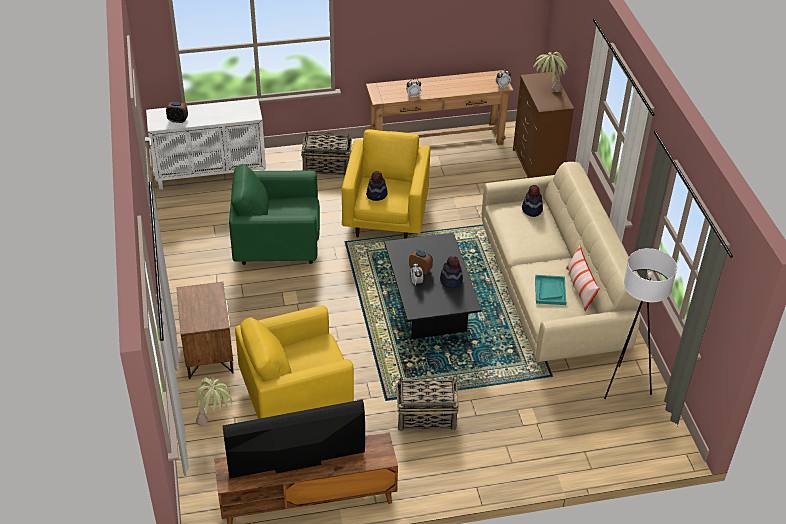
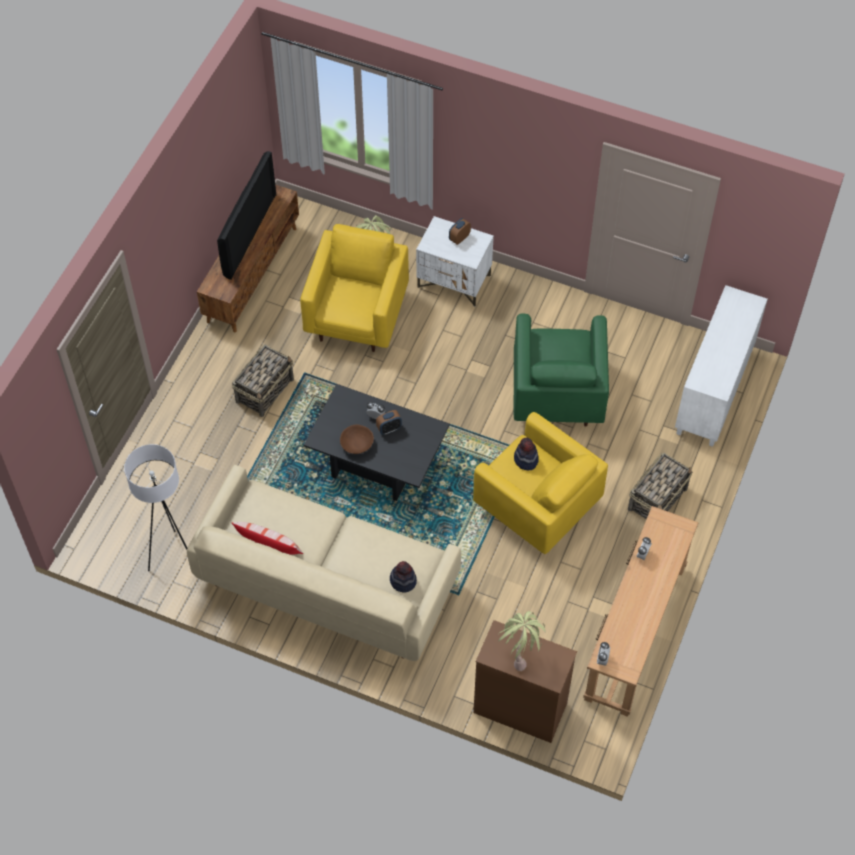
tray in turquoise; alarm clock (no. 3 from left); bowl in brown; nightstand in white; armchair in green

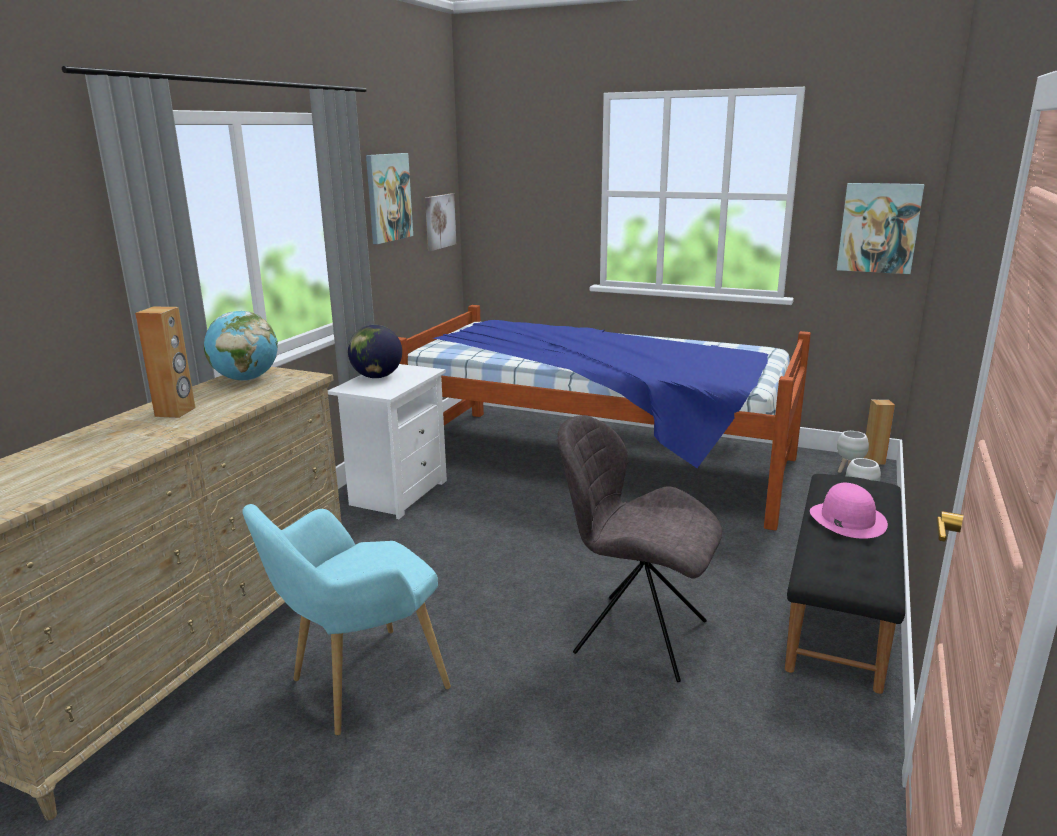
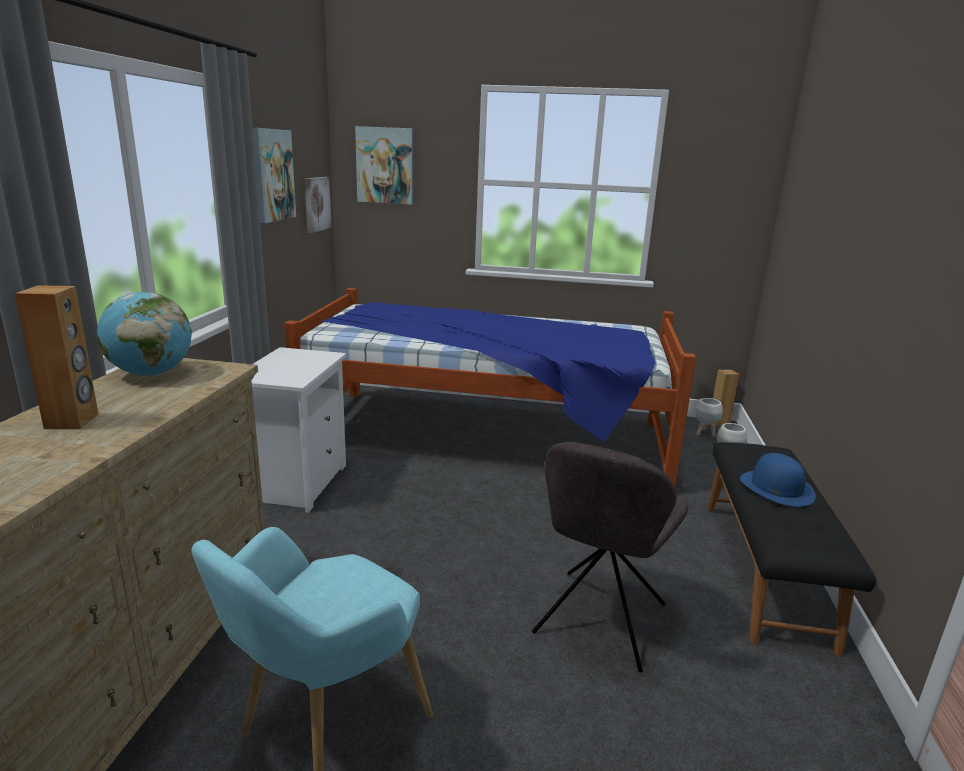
globe (no. 2 from left in the first image); picture (no. 3 from left); hat in blue; chair in grey

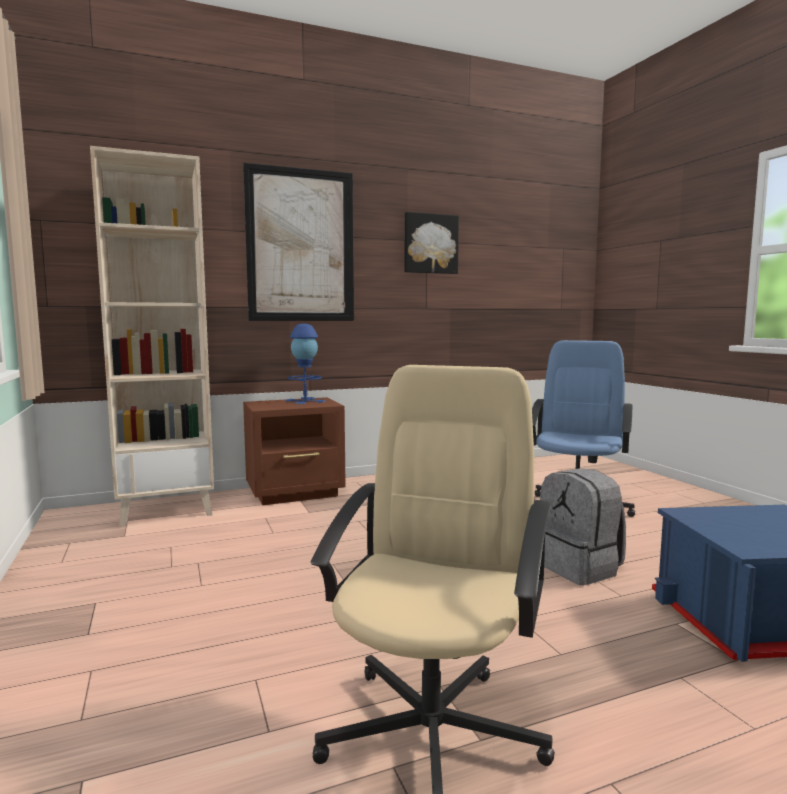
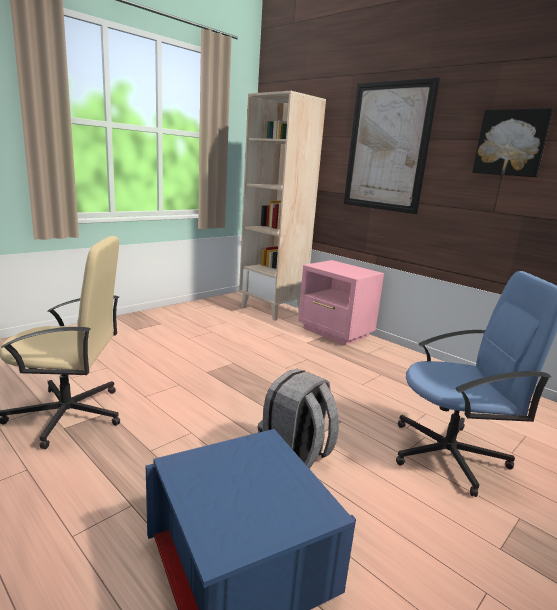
table lamp in blue; nightstand in pink

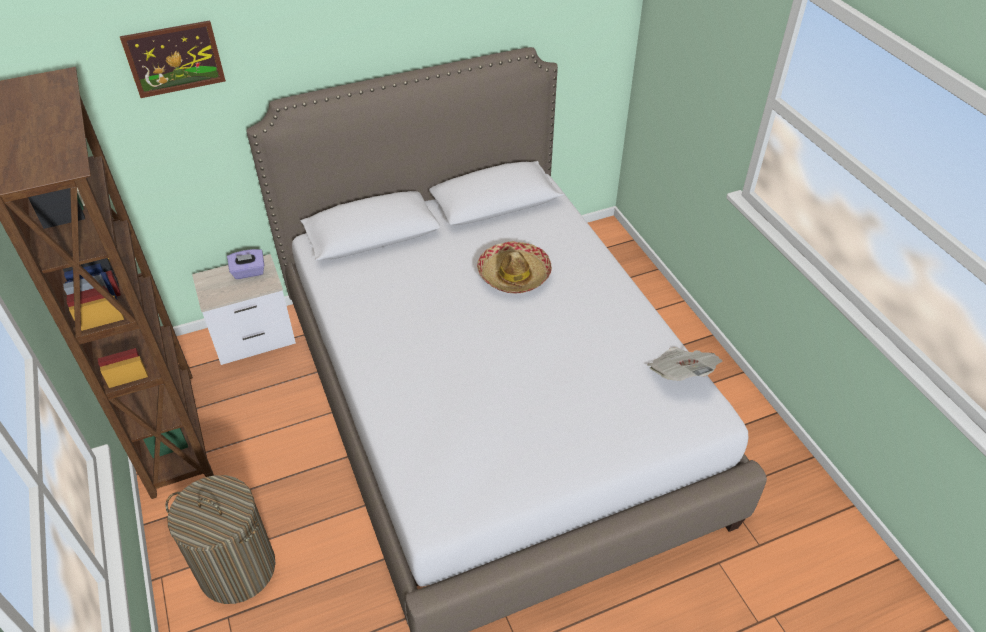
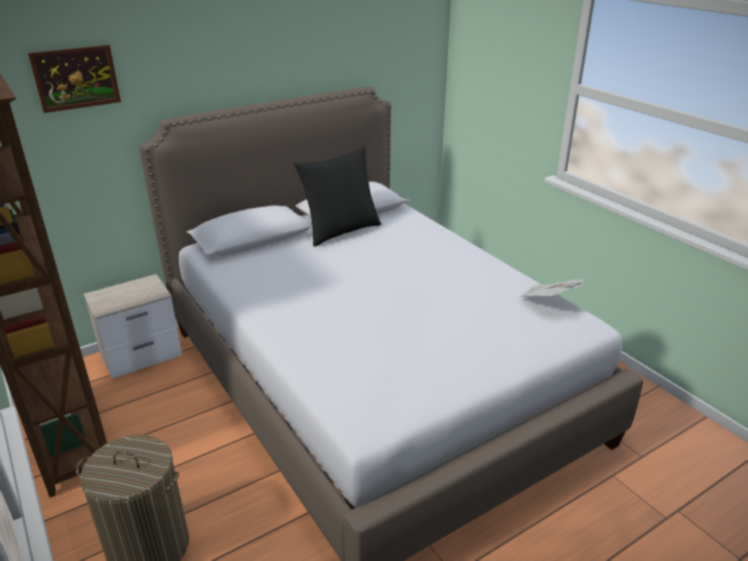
tissue box in purple; hat; pillow in black

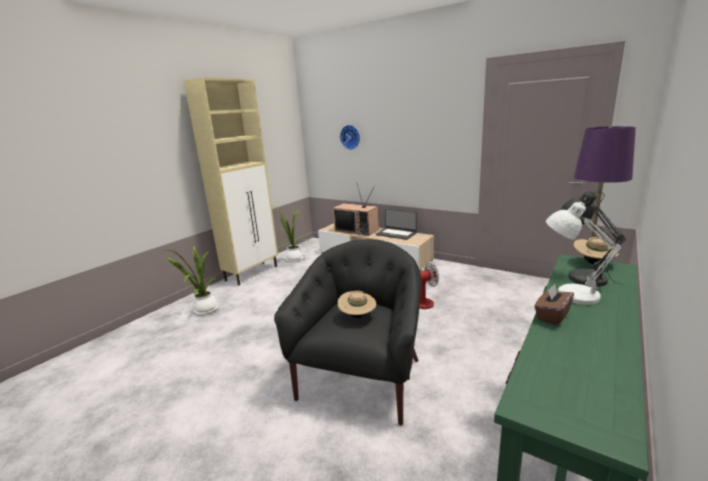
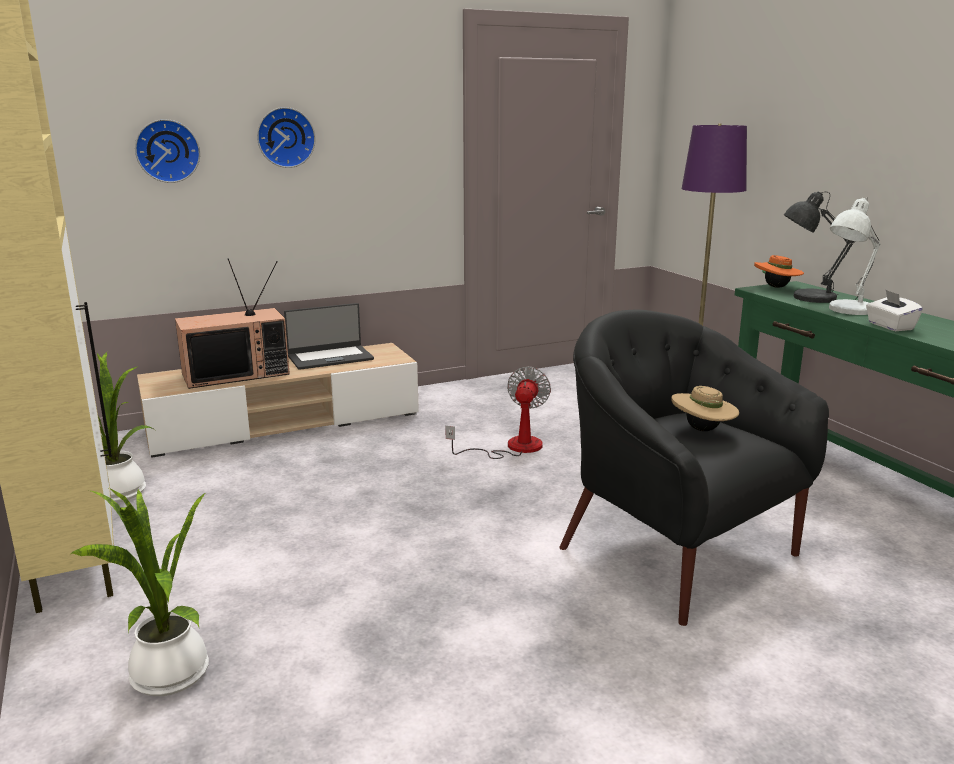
wall clock (no. 2 from left); tissue box in white; hat in orange

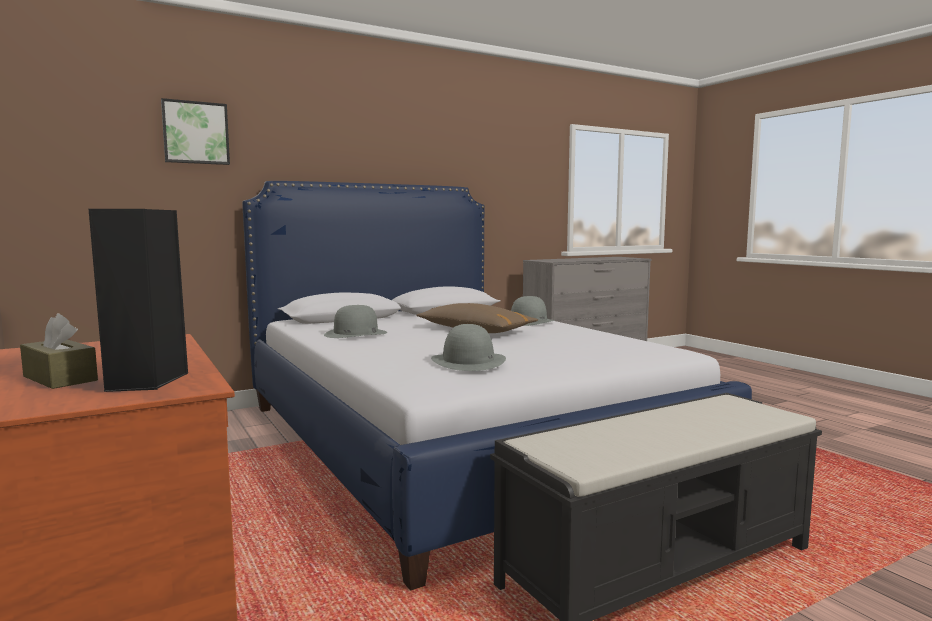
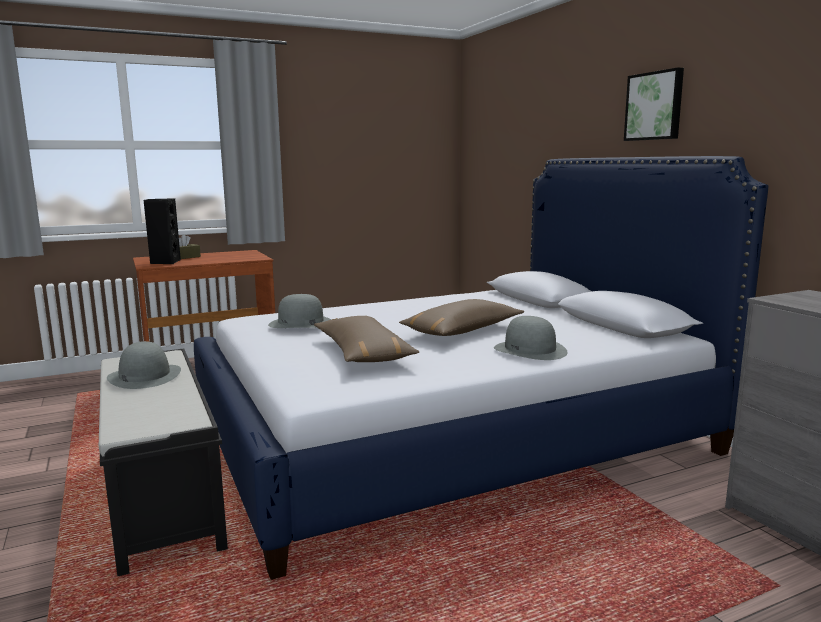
pillow in brown (no. 1 from left); picture; hat in grey (no. 1 from left)

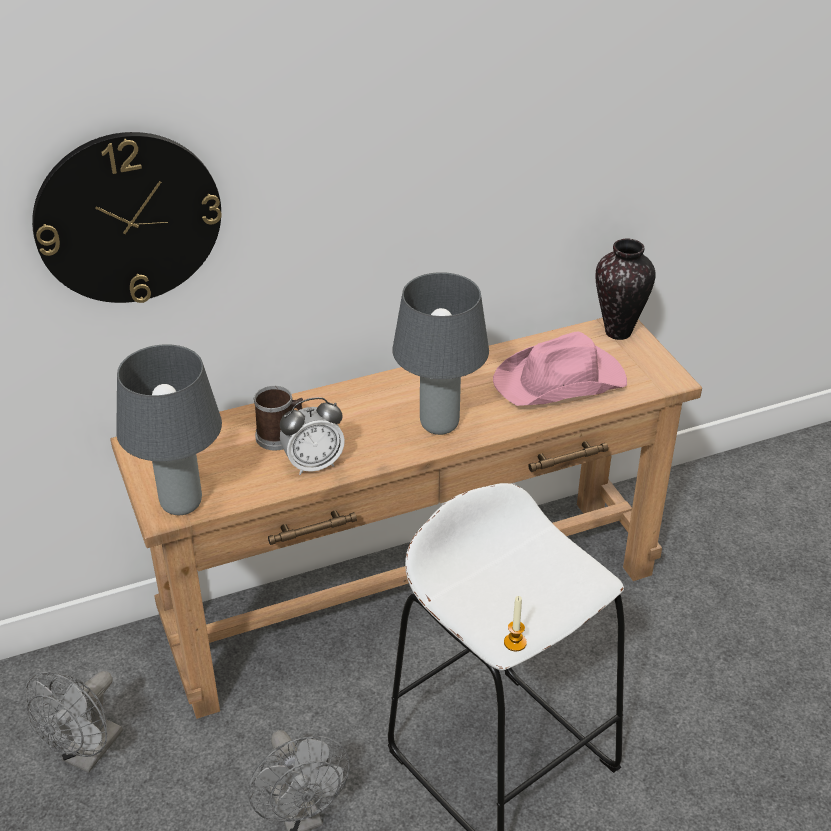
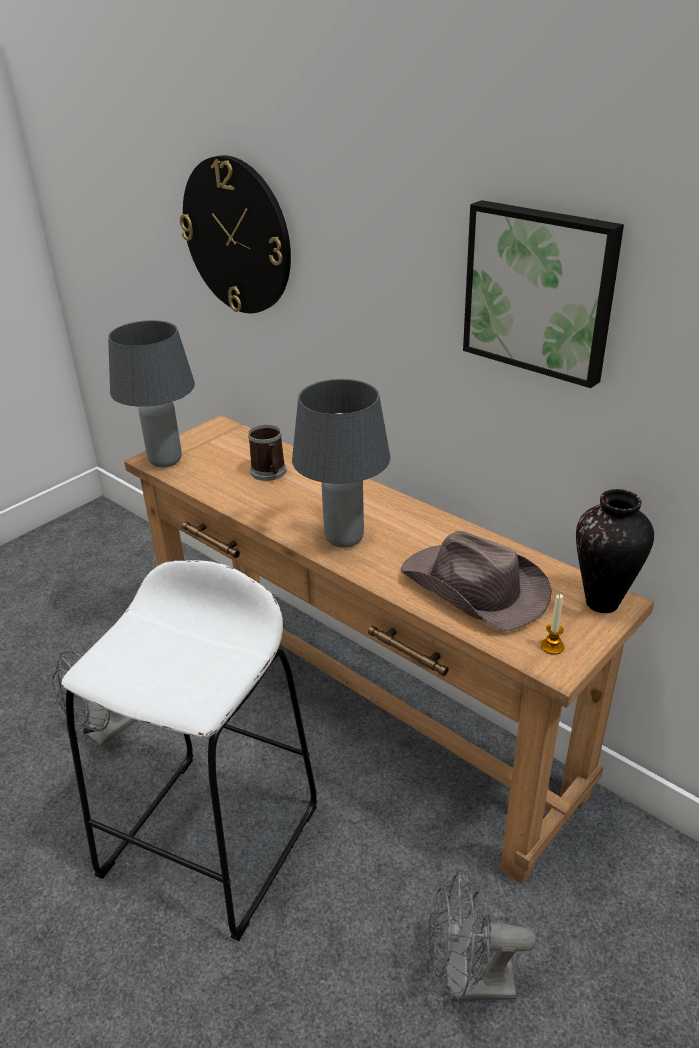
alarm clock; picture; fan in grey (no. 2 from left); candle; hat in brown

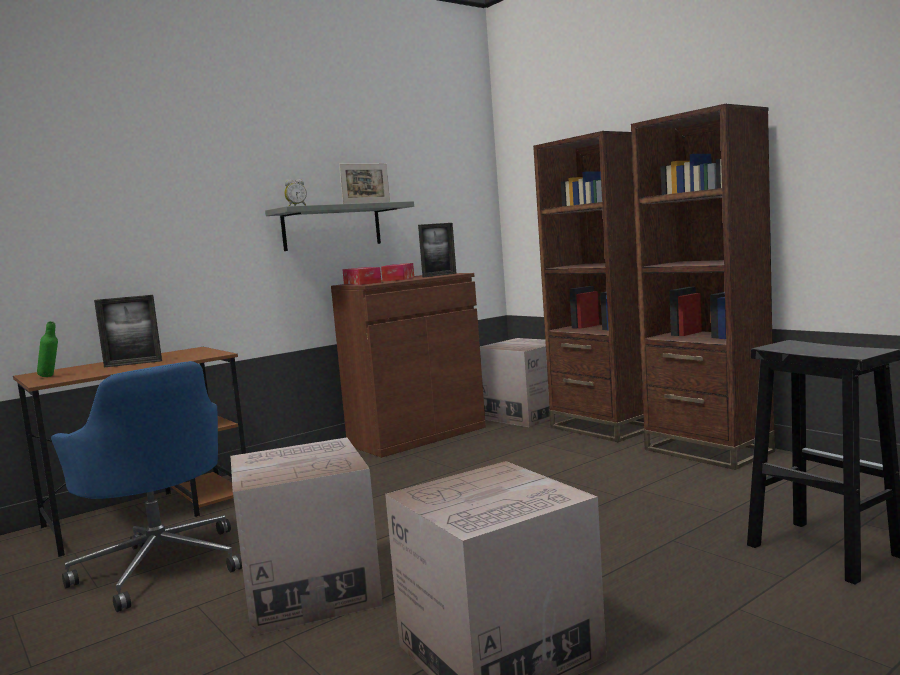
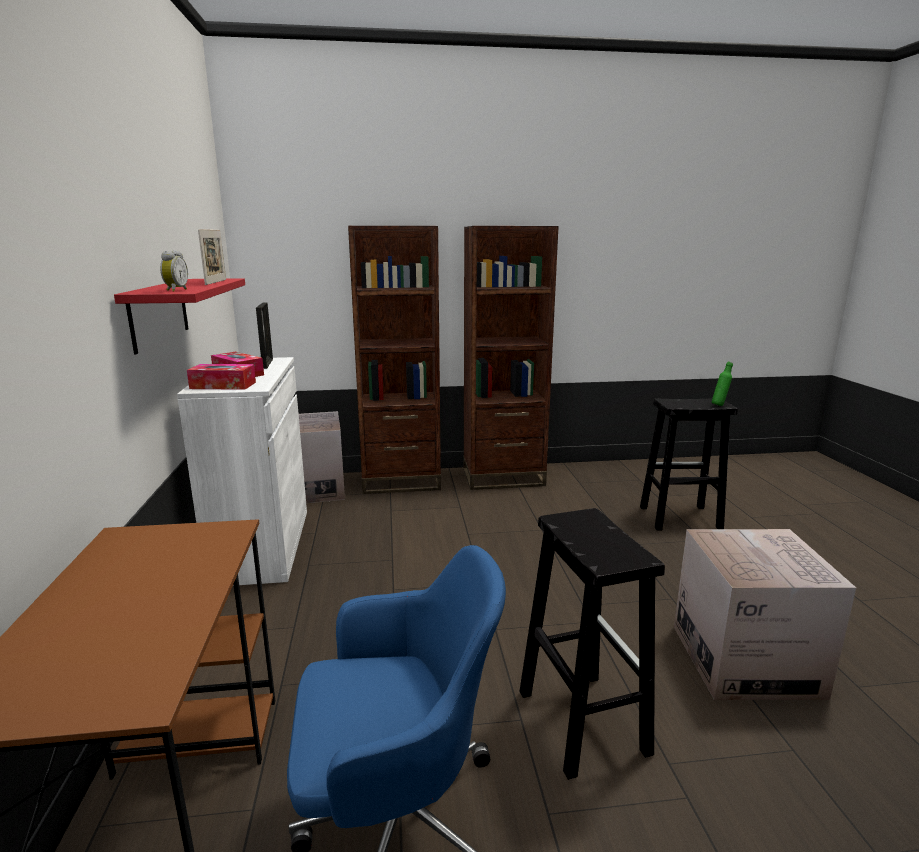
picture frame (no. 1 from left in the first image); bottle in green; stool in black (no. 1 from left); shelf in red; cabinet in white

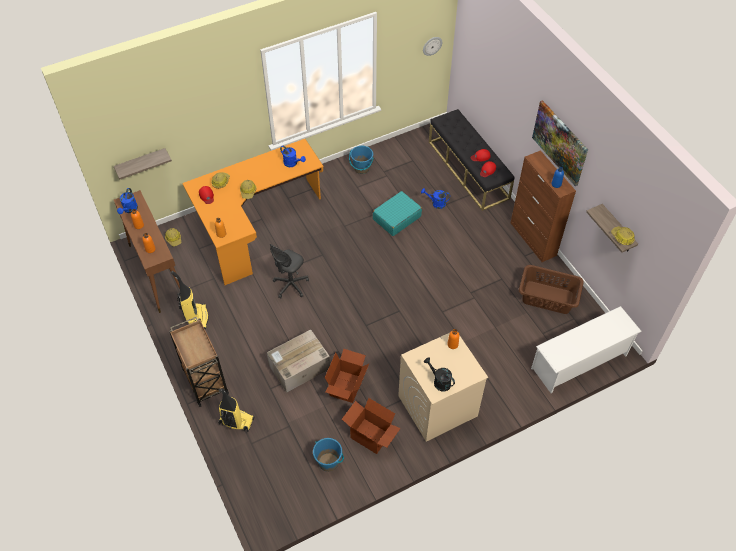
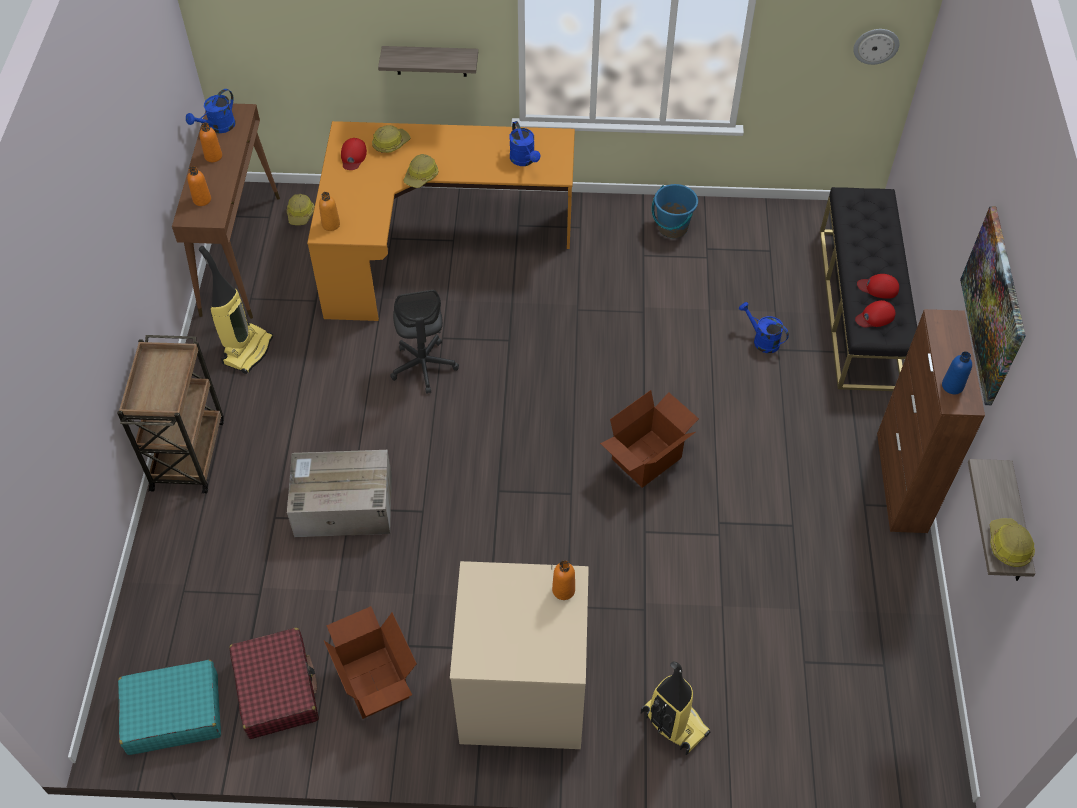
watering can in black; laundry basket in brown; shoe rack in white; shelf (no. 1 from left); vacuum cleaner (no. 2 from left); cardboard box (no. 3 from left); suitcase in turquoise; suitcase in red; office chair in grey

